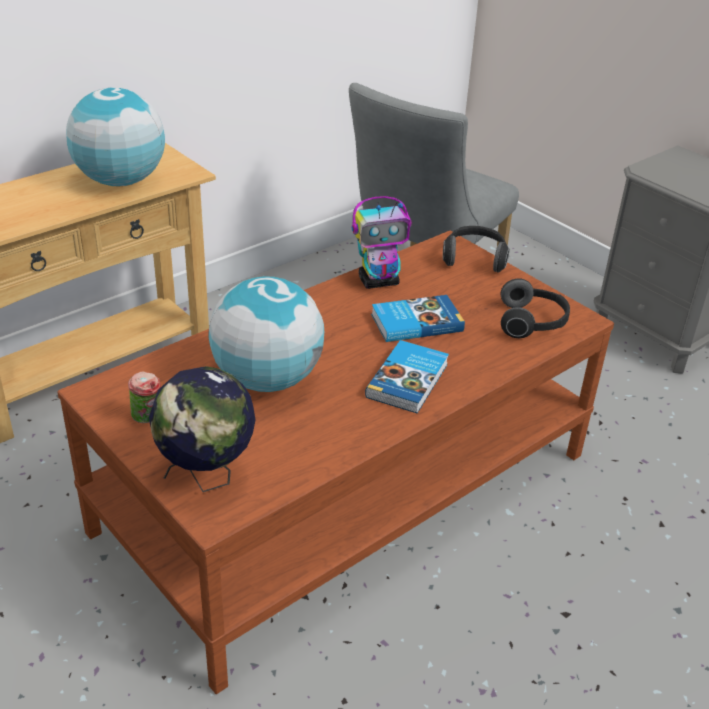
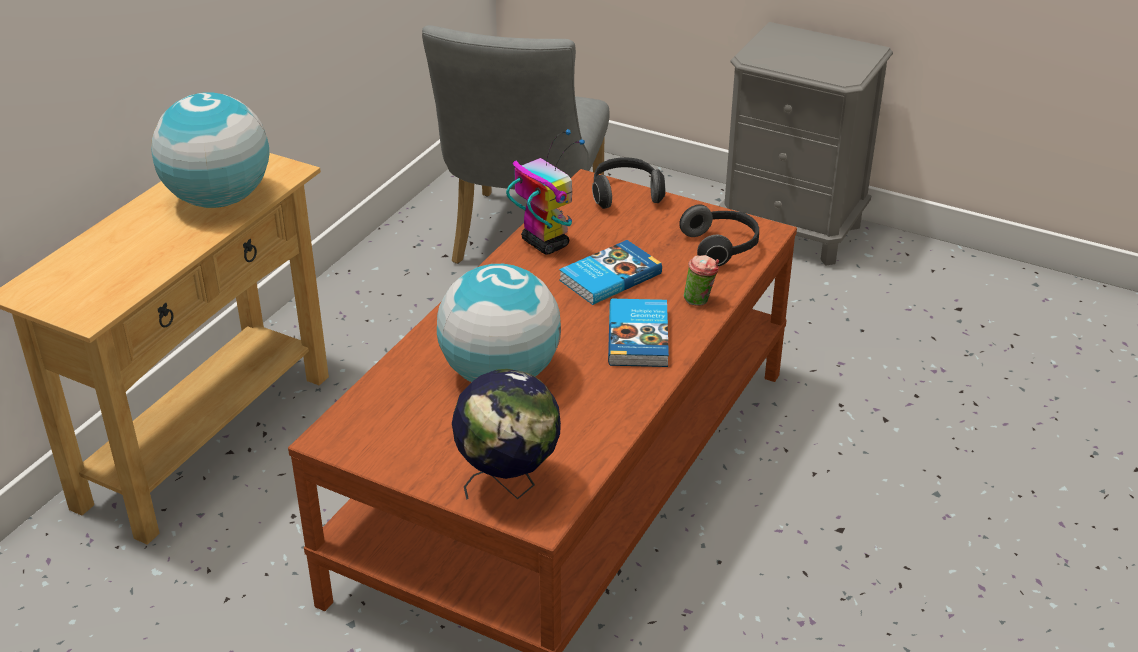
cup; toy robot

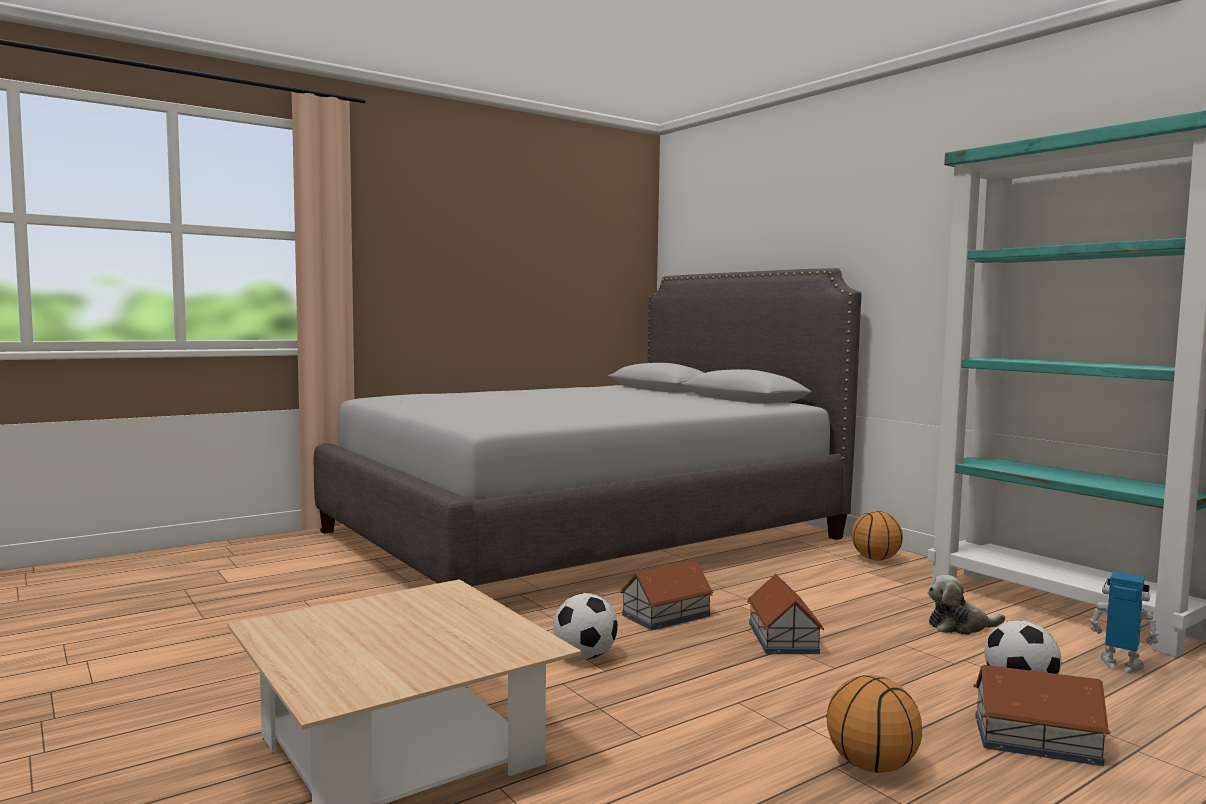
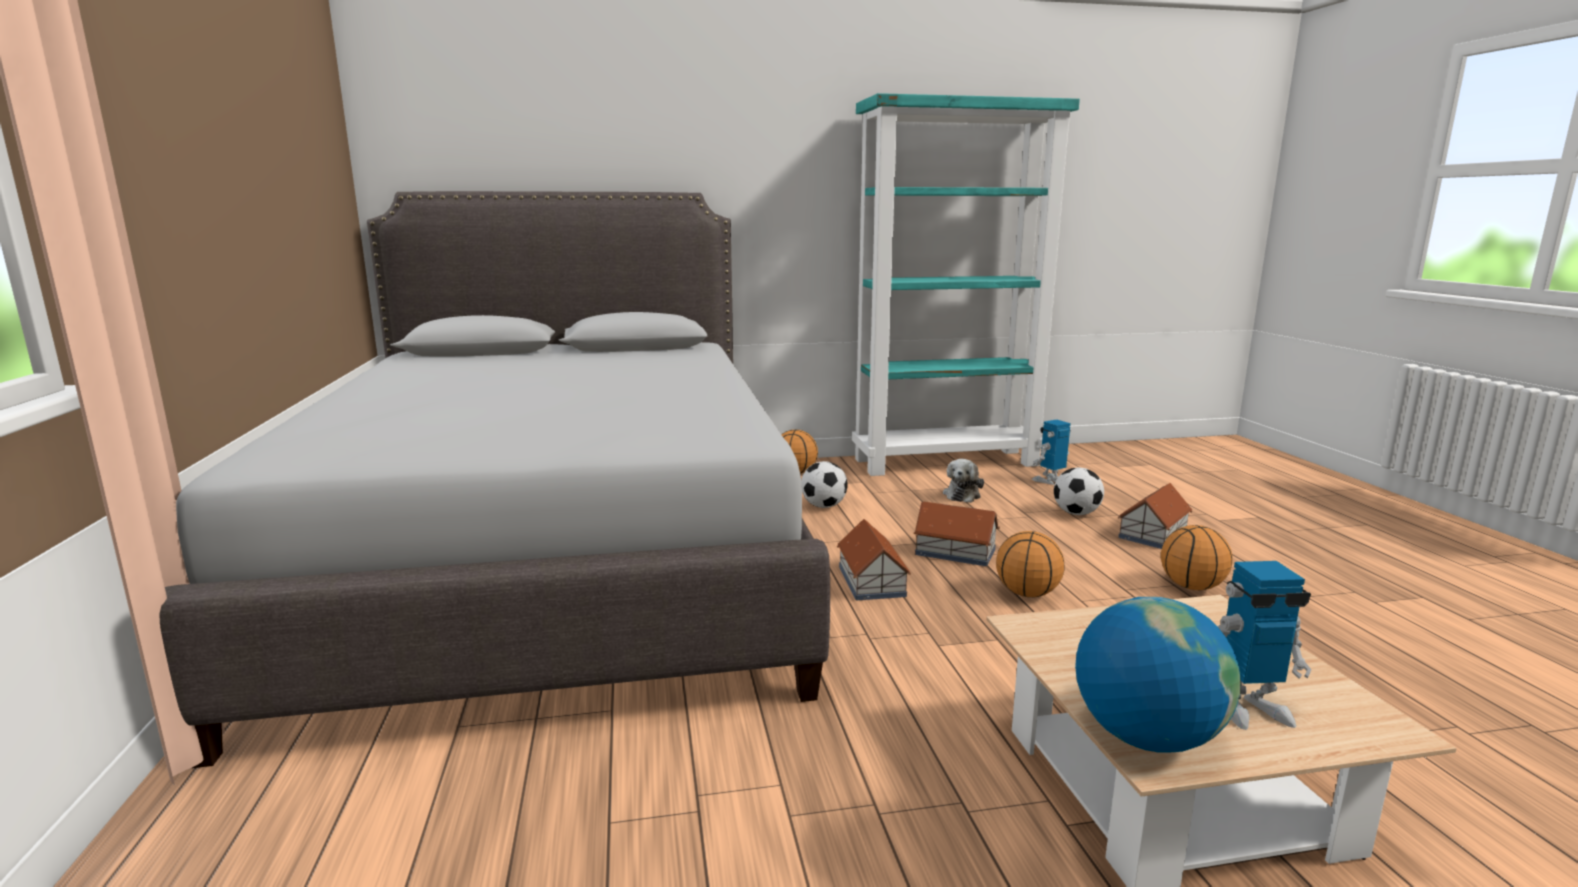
basketball (no. 2 from left); globe; toy robot (no. 2 from left); football (no. 1 from left)

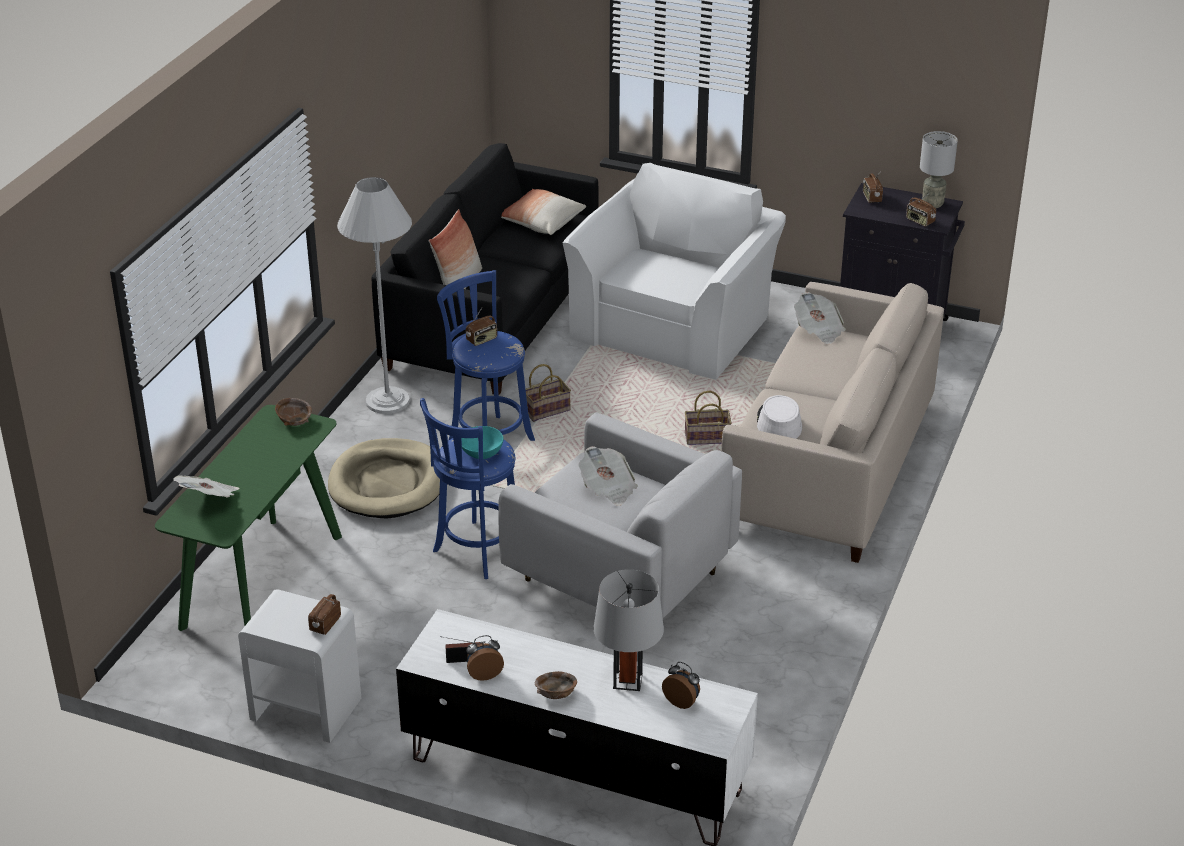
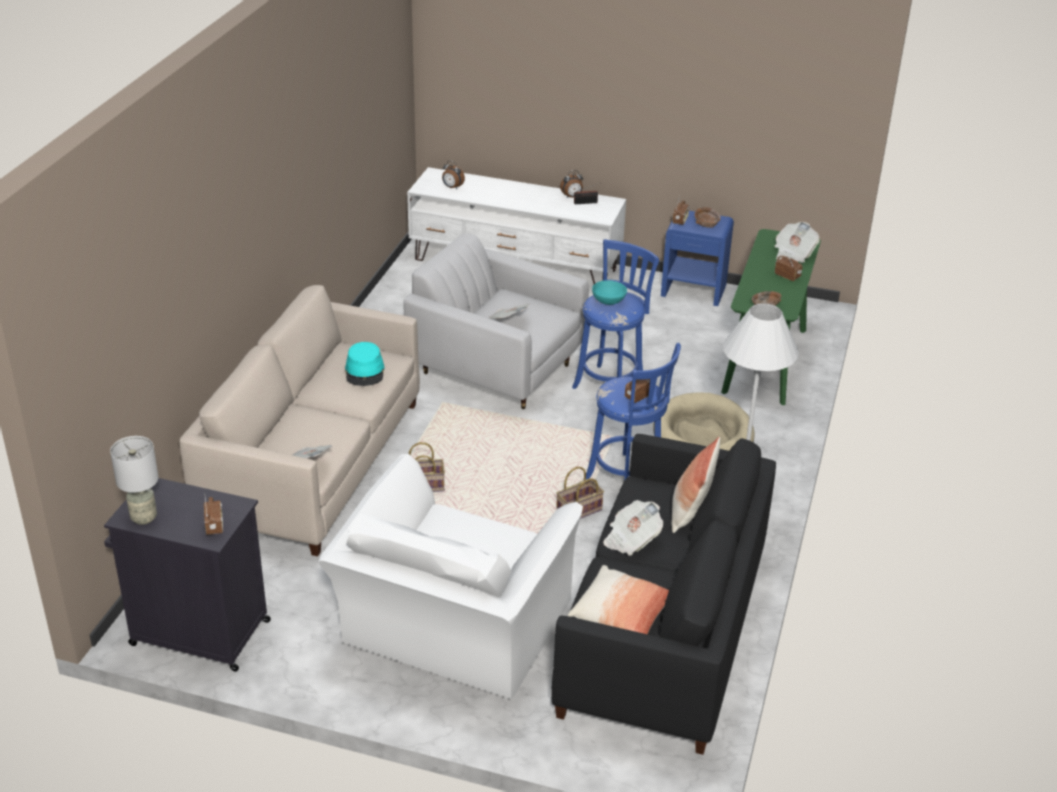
table lamp in grey (no. 1 from left in the first image); newspaper (no. 3 from left); bowl in brown (no. 1 from left); radio (no. 5 from left); nightstand in blue; hat in turquoise

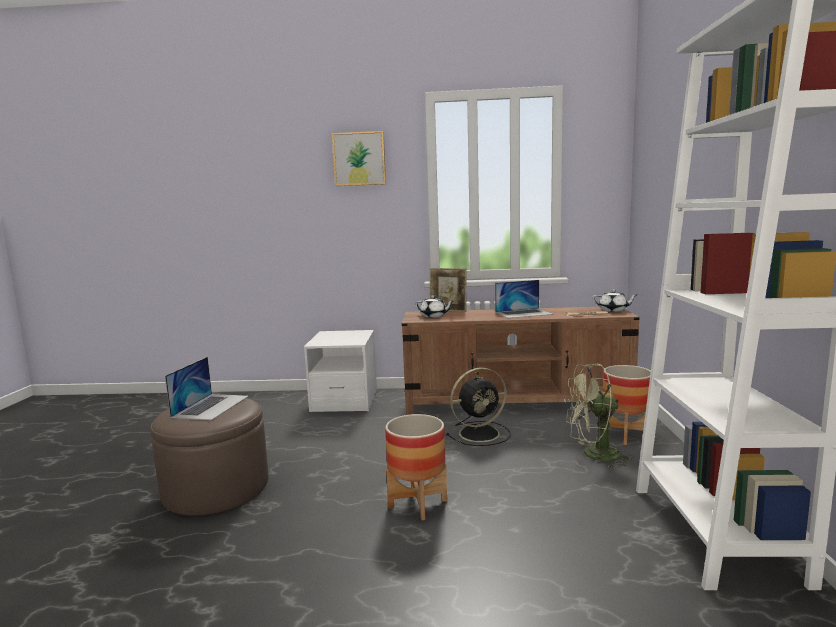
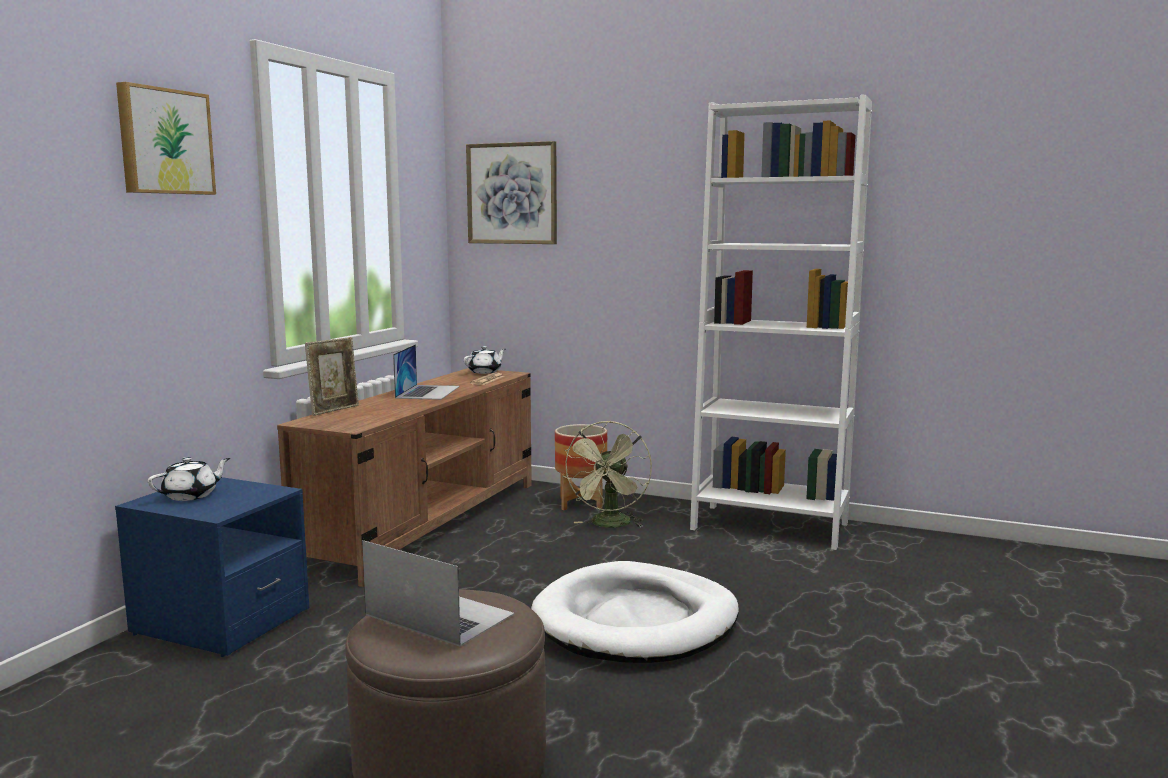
fan in black; picture (no. 2 from left); teapot in white (no. 1 from left); dog bed in white; nightstand in blue

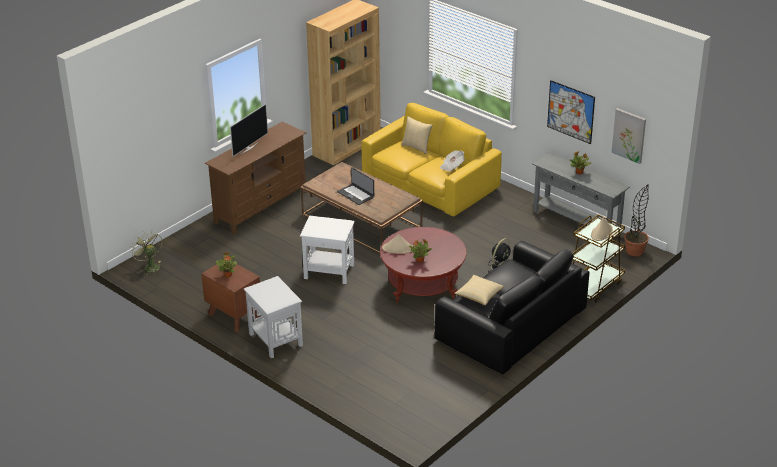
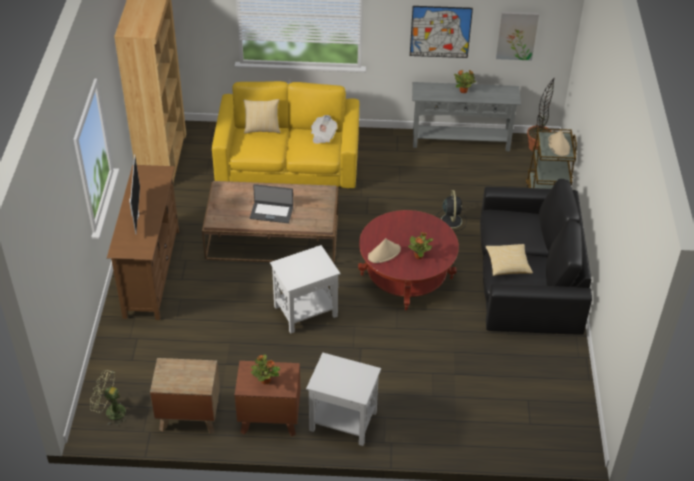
nightstand in brown (no. 1 from left)

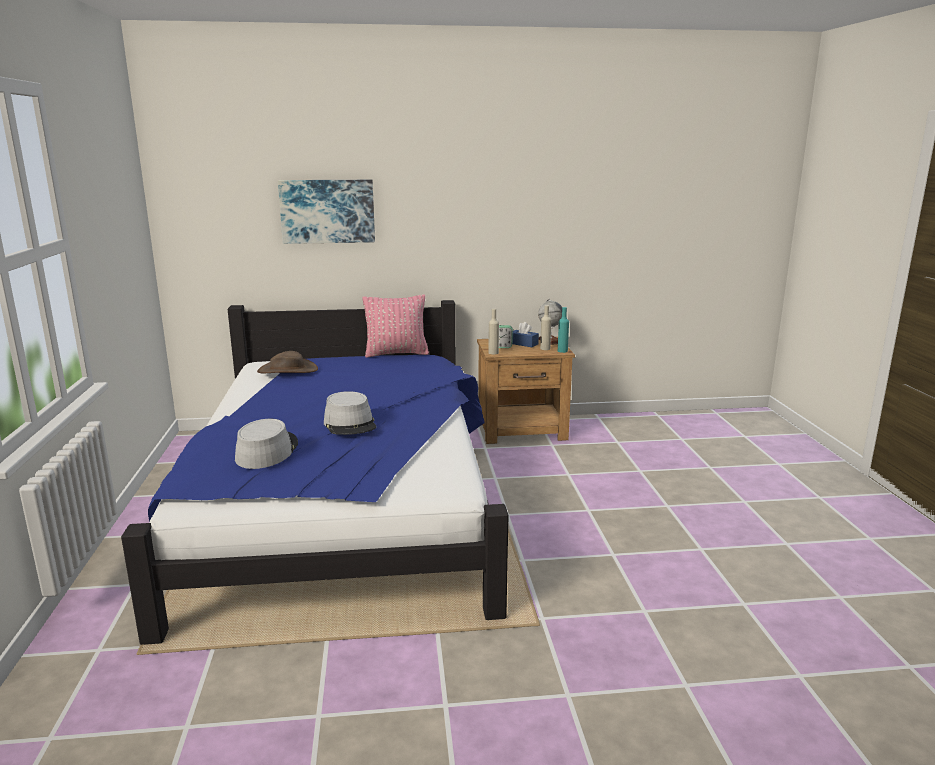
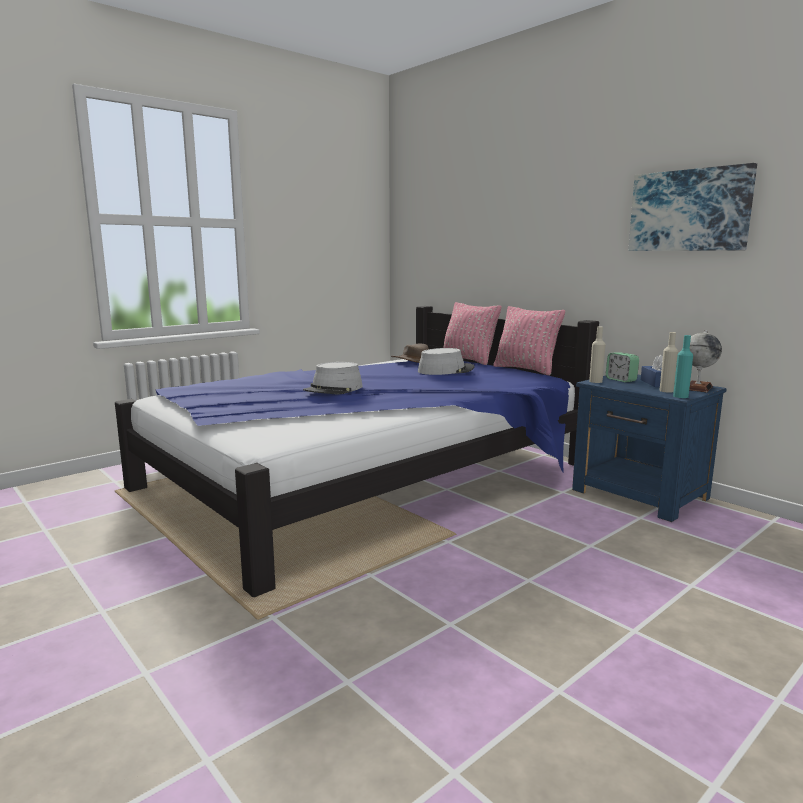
pillow in pink (no. 1 from left); hat in grey (no. 2 from left); picture; nightstand in blue

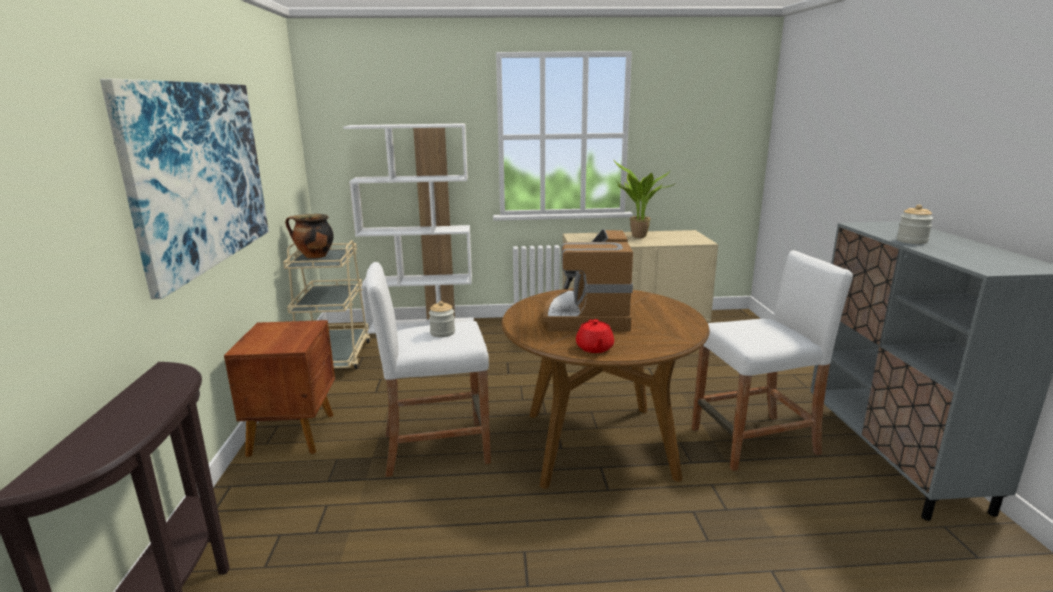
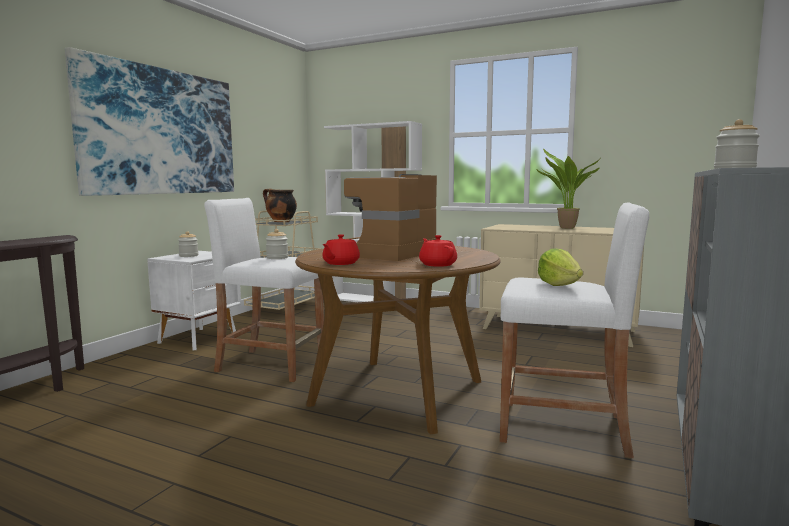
jar (no. 1 from left); teapot in red (no. 2 from left); lettuce; nightstand in white

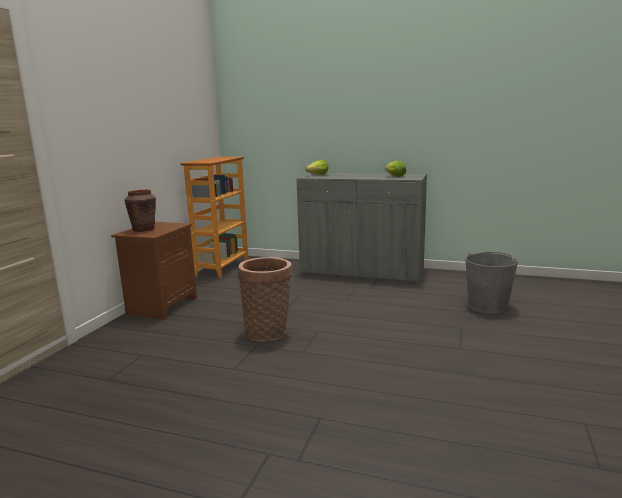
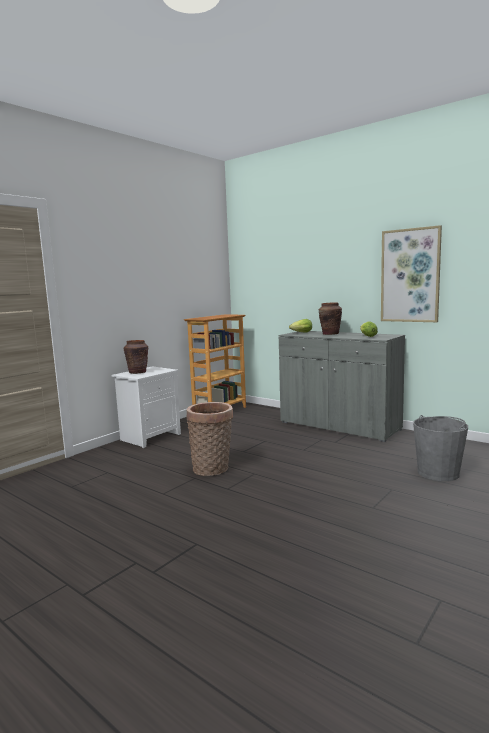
vase in brown (no. 2 from left); picture; nightstand in white

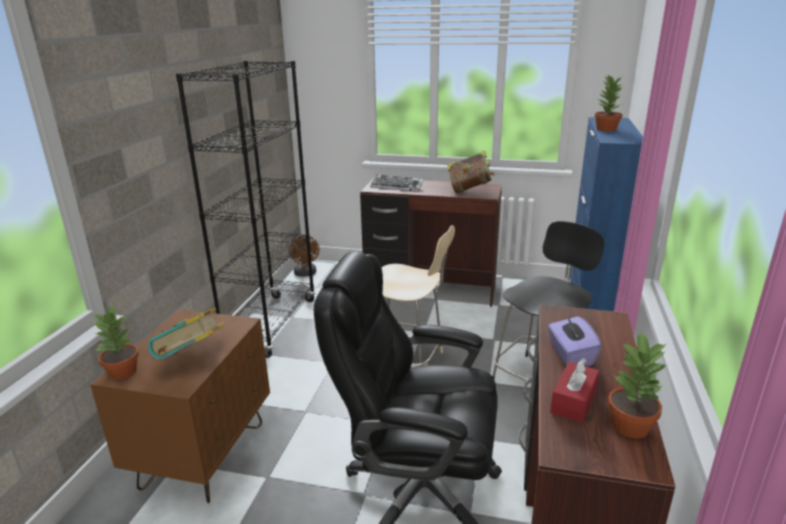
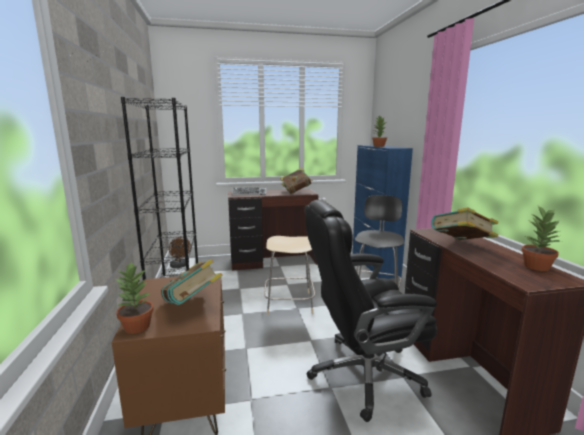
tissue box in red; book (no. 3 from left)

